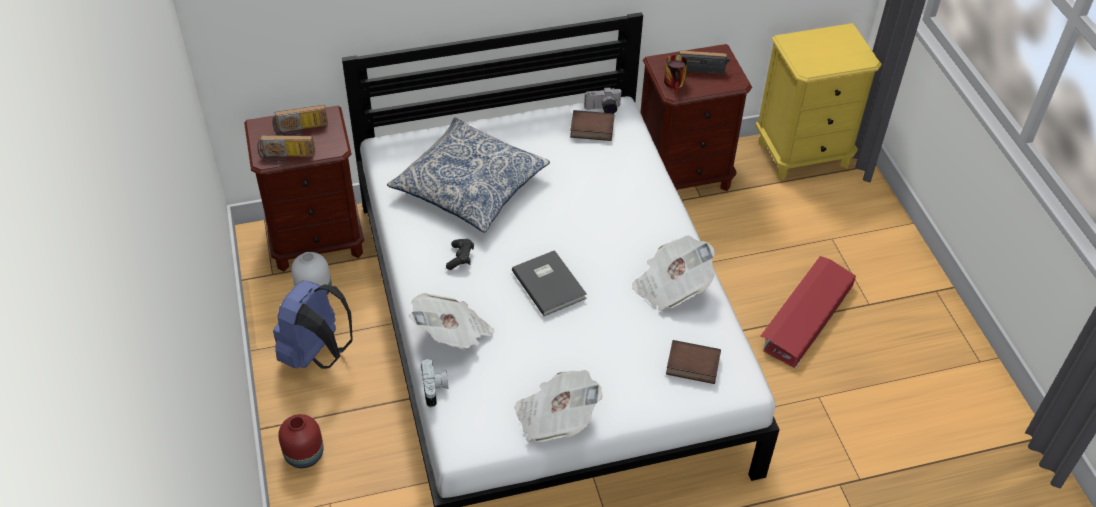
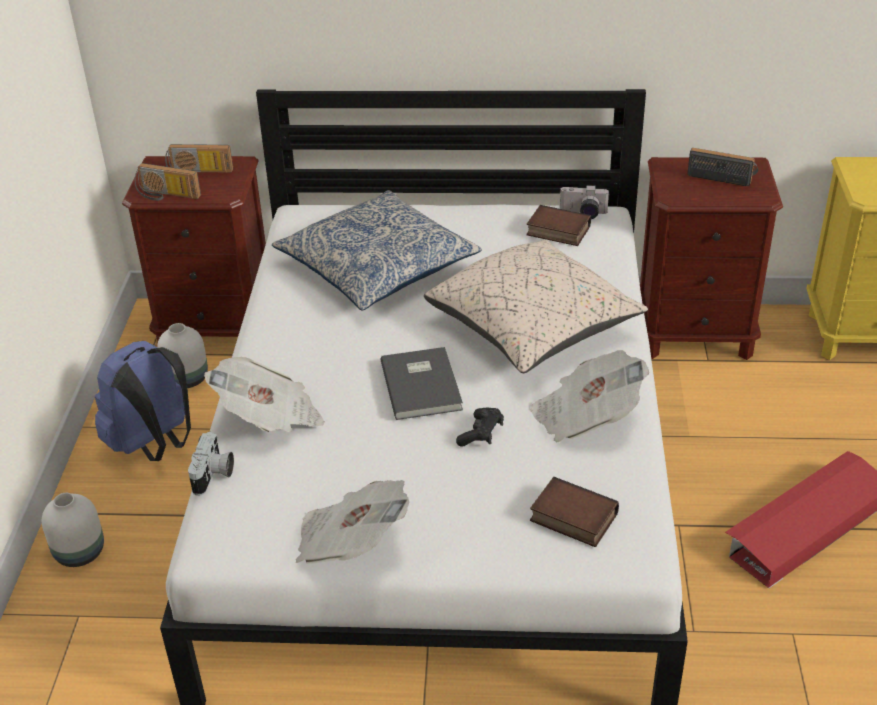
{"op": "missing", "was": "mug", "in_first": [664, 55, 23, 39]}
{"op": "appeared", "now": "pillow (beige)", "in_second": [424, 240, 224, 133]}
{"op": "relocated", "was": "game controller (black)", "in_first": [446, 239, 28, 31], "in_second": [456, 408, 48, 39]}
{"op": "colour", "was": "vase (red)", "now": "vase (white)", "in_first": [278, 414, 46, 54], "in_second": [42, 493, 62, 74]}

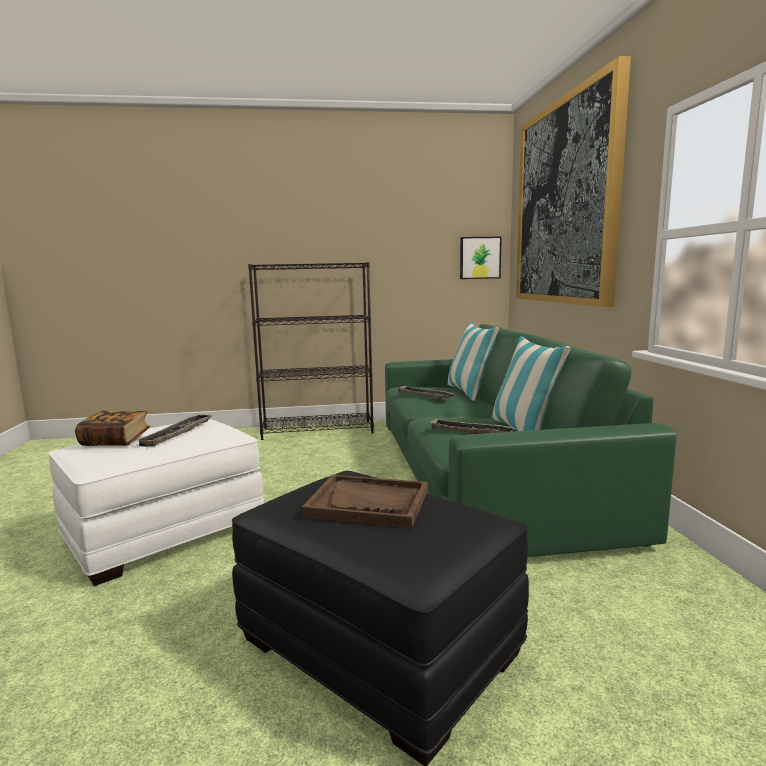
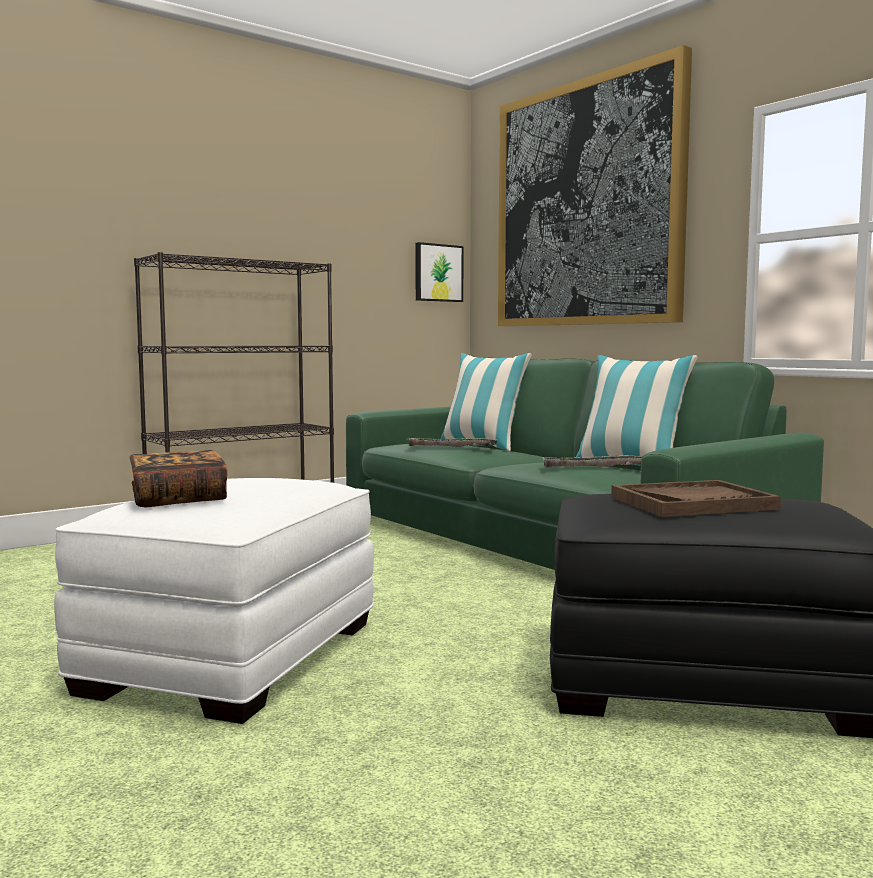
{"op": "missing", "was": "tray", "in_first": [137, 414, 75, 33]}

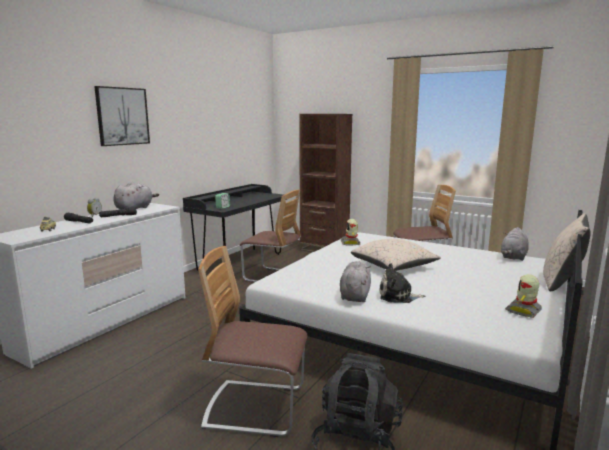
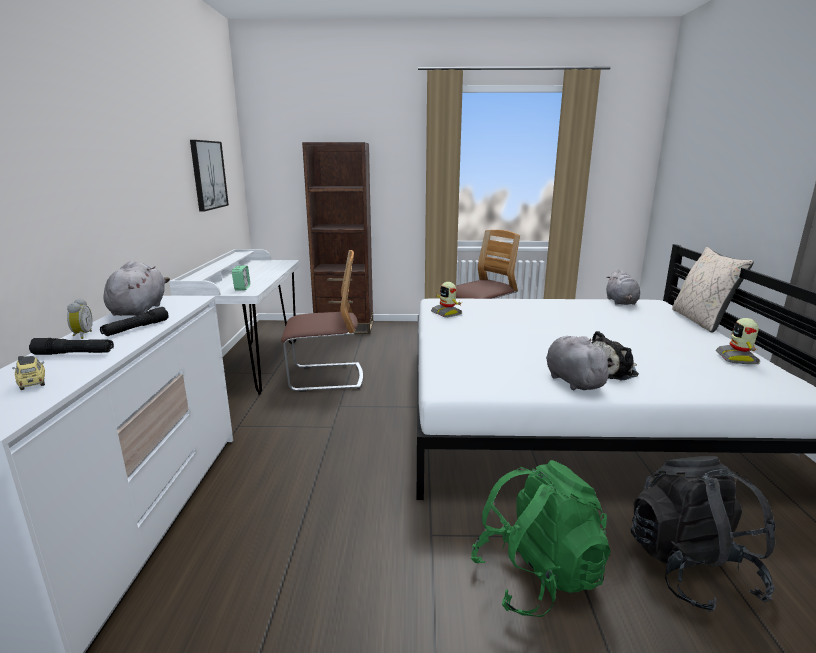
{"op": "missing", "was": "pillow (beige)", "in_first": [351, 239, 90, 32]}
{"op": "relocated", "was": "picture", "in_first": [94, 86, 56, 60], "in_second": [190, 140, 39, 72]}
{"op": "exchanged", "was": "chair", "now": "backpack (green)", "in_first": [198, 246, 109, 191], "in_second": [471, 460, 140, 157]}
{"op": "colour", "was": "desk (black)", "now": "desk (white)", "in_first": [183, 184, 104, 86], "in_second": [169, 249, 130, 146]}

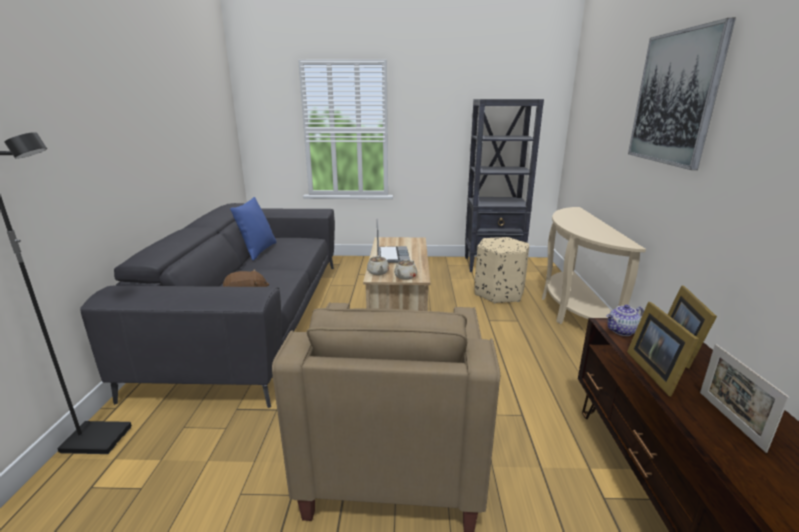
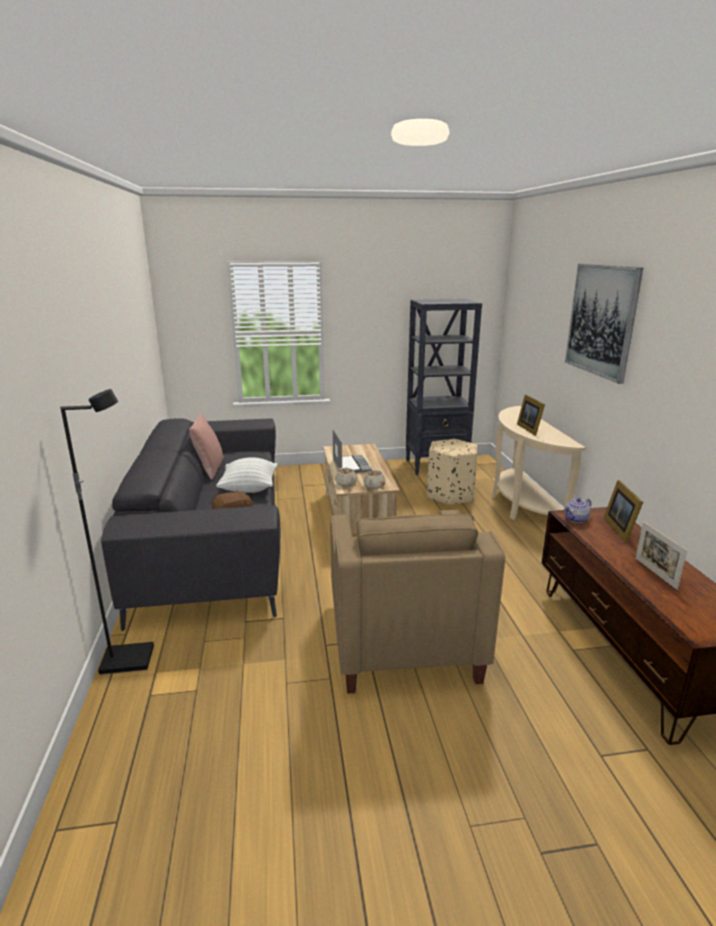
{"op": "appeared", "now": "pillow (white)", "in_second": [216, 457, 62, 36]}
{"op": "relocated", "was": "picture frame", "in_first": [627, 302, 72, 94], "in_second": [517, 395, 28, 41]}
{"op": "colour", "was": "pillow (blue)", "now": "pillow (pink)", "in_first": [230, 197, 46, 64], "in_second": [189, 413, 35, 67]}

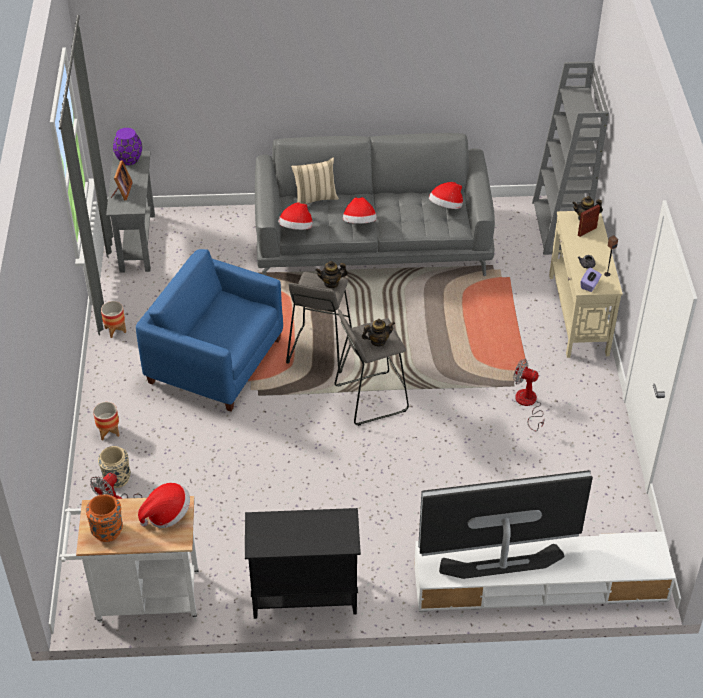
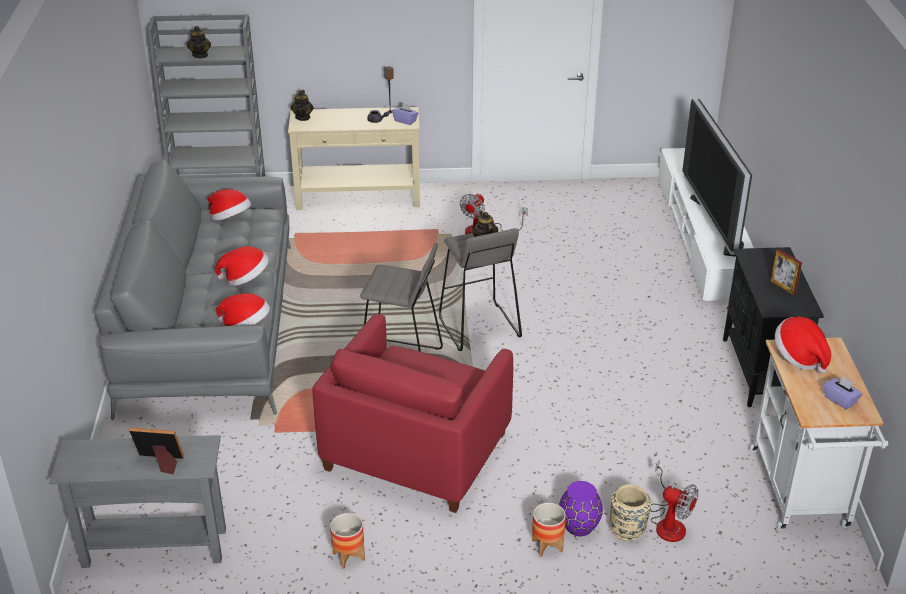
{"op": "missing", "was": "pillow (beige)", "in_first": [291, 157, 48, 47]}
{"op": "relocated", "was": "vase (purple)", "in_first": [113, 128, 29, 37], "in_second": [559, 481, 44, 55]}
{"op": "relocated", "was": "teapot", "in_first": [315, 261, 33, 27], "in_second": [187, 26, 24, 32]}
{"op": "relocated", "was": "picture frame", "in_first": [578, 205, 22, 32], "in_second": [771, 249, 31, 46]}
{"op": "exchanged", "was": "vase (orange)", "now": "tissue box (purple)", "in_first": [86, 494, 37, 48], "in_second": [824, 376, 38, 33]}
{"op": "colour", "was": "armchair (blue)", "now": "armchair (red)", "in_first": [136, 249, 147, 163], "in_second": [312, 314, 201, 199]}

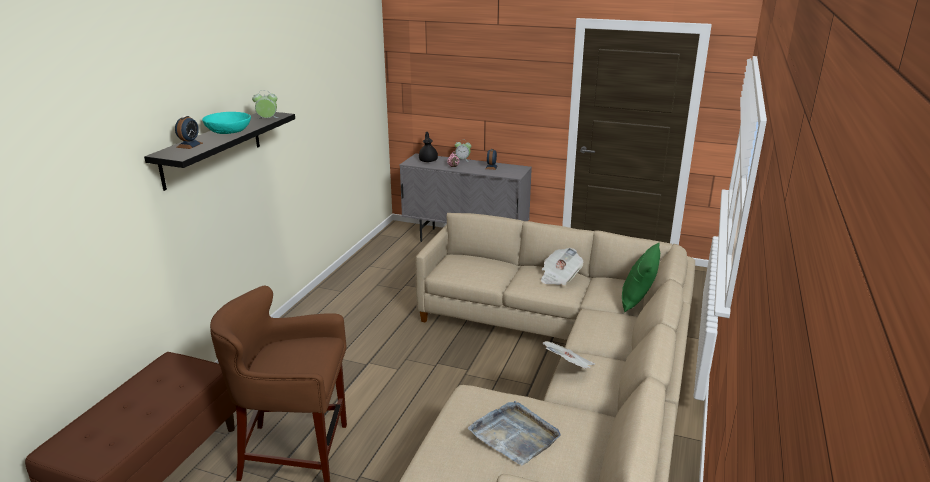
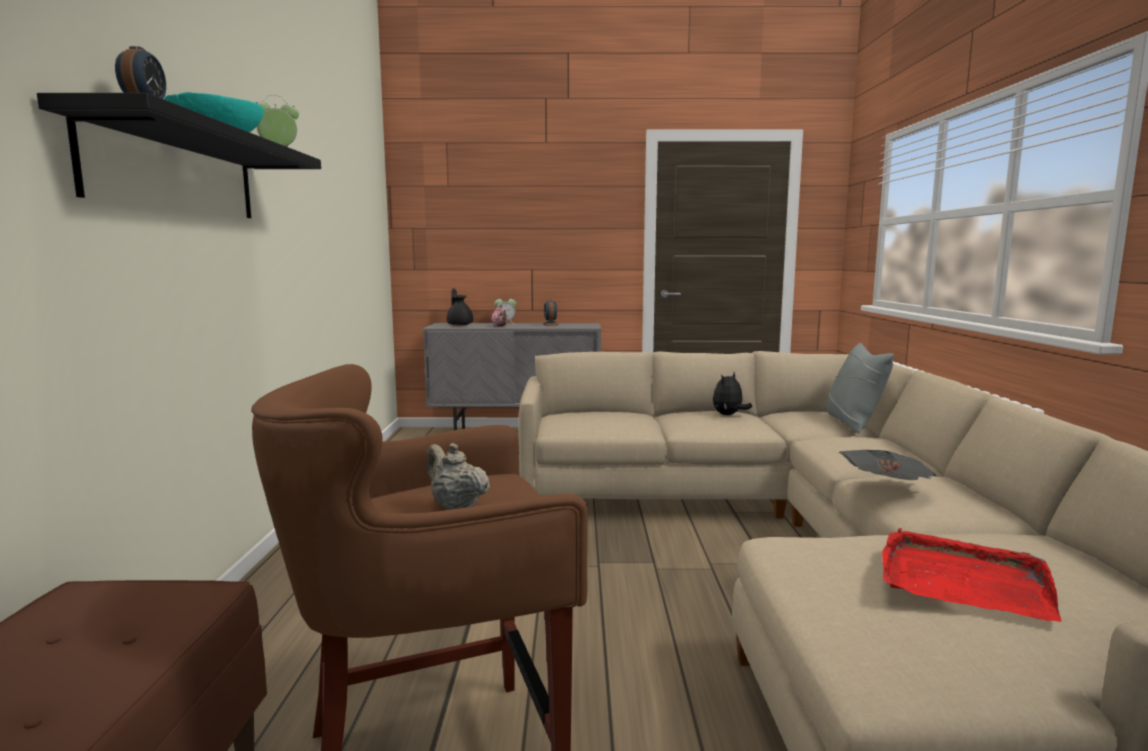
{"op": "appeared", "now": "teapot (beige)", "in_second": [426, 443, 64, 67]}
{"op": "exchanged", "was": "newspaper", "now": "plush toy", "in_first": [541, 248, 42, 37], "in_second": [713, 372, 39, 43]}
{"op": "colour", "was": "tray (grey)", "now": "tray (red)", "in_first": [468, 401, 93, 64], "in_second": [882, 528, 179, 94]}
{"op": "colour", "was": "pillow (green)", "now": "pillow (grey)", "in_first": [622, 243, 38, 69], "in_second": [827, 343, 67, 90]}

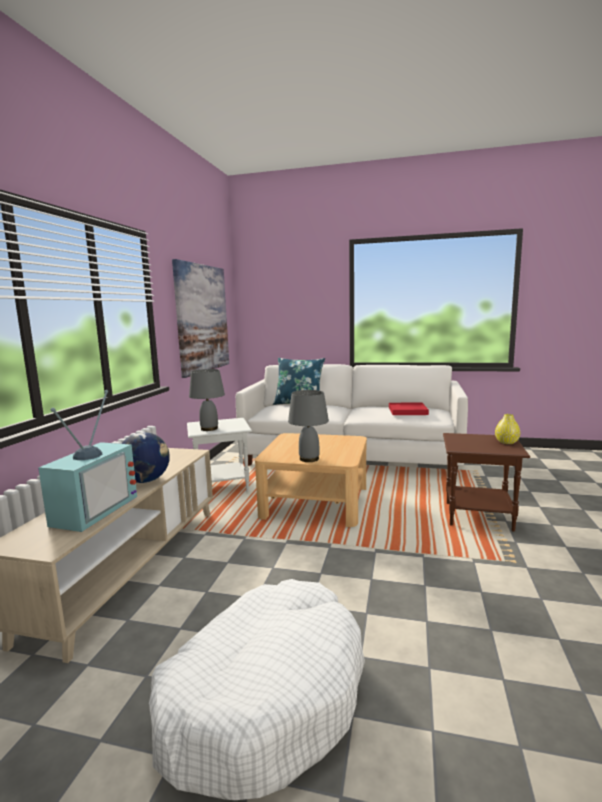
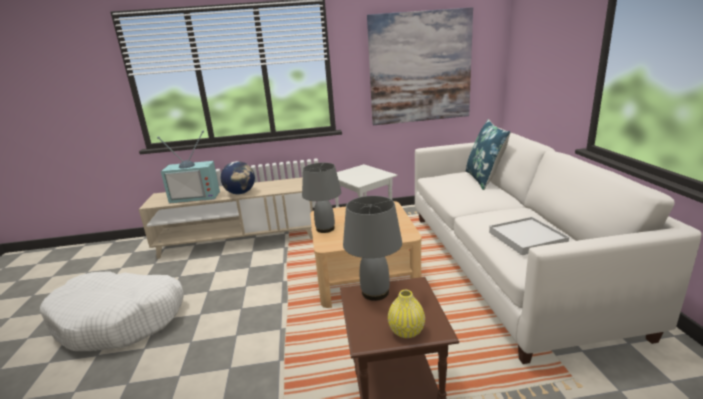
{"op": "relocated", "was": "table lamp (grey)", "in_first": [189, 369, 36, 62], "in_second": [343, 196, 59, 105]}
{"op": "colour", "was": "tray (red)", "now": "tray (white)", "in_first": [389, 402, 40, 13], "in_second": [489, 217, 80, 38]}

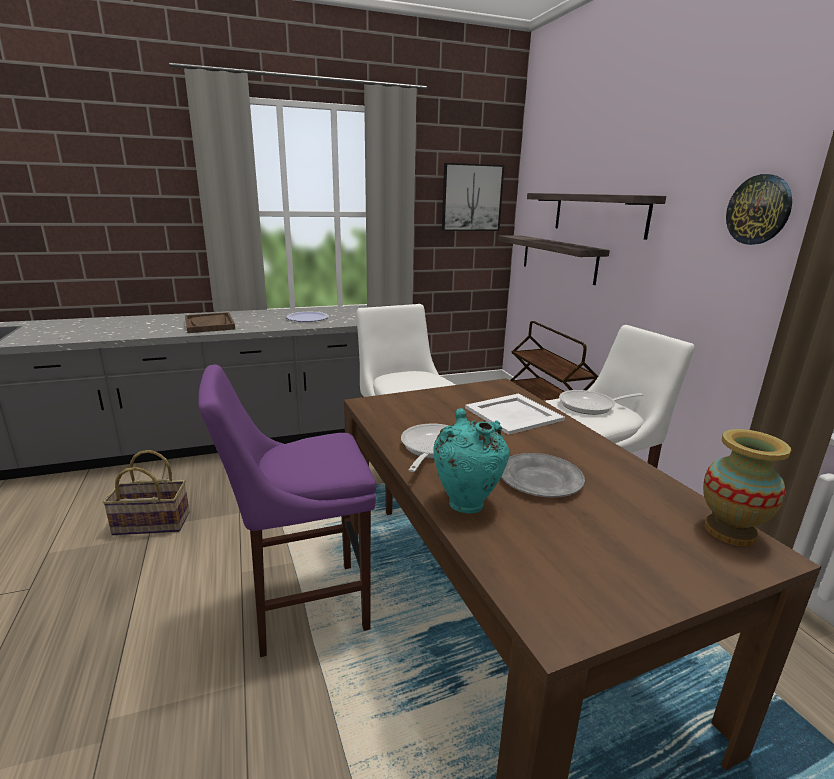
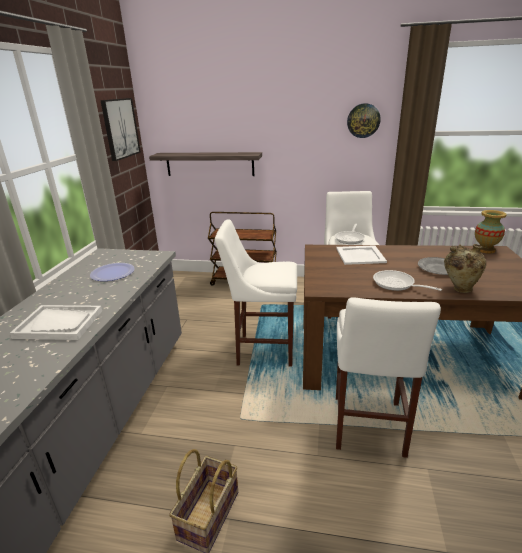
{"op": "missing", "was": "shelf", "in_first": [527, 193, 139, 47]}
{"op": "colour", "was": "tray (brown)", "now": "tray (white)", "in_first": [185, 312, 50, 21], "in_second": [10, 305, 92, 35]}
{"op": "colour", "was": "stool (purple)", "now": "stool (white)", "in_first": [198, 364, 178, 293], "in_second": [336, 297, 105, 161]}
{"op": "colour", "was": "vase (turquoise)", "now": "vase (beige)", "in_first": [434, 408, 75, 106], "in_second": [444, 244, 42, 49]}

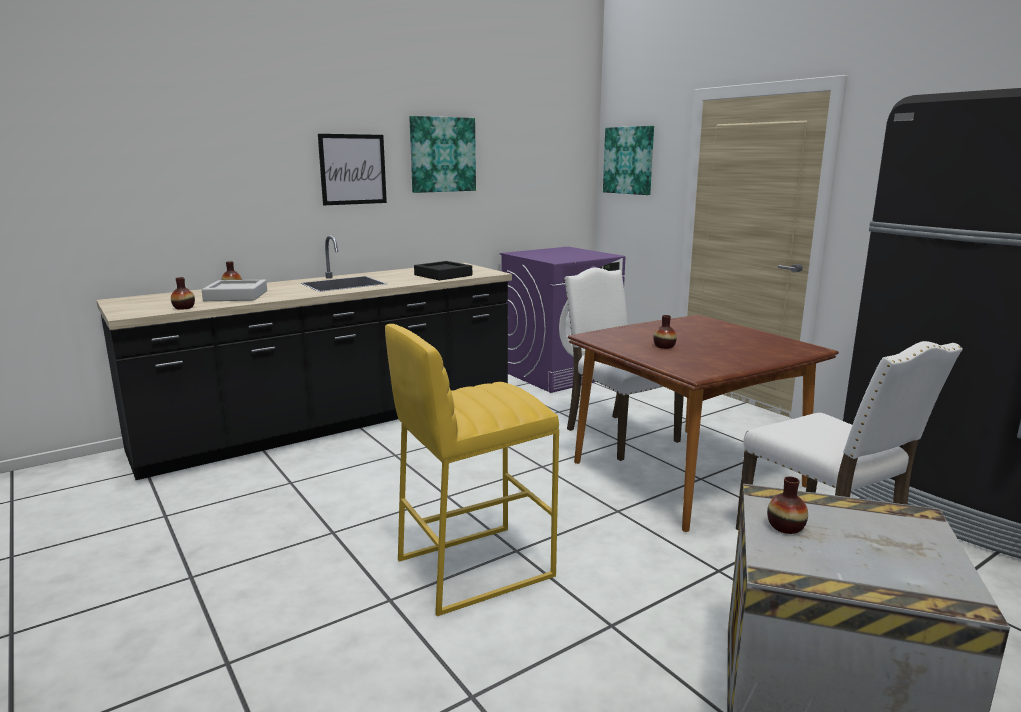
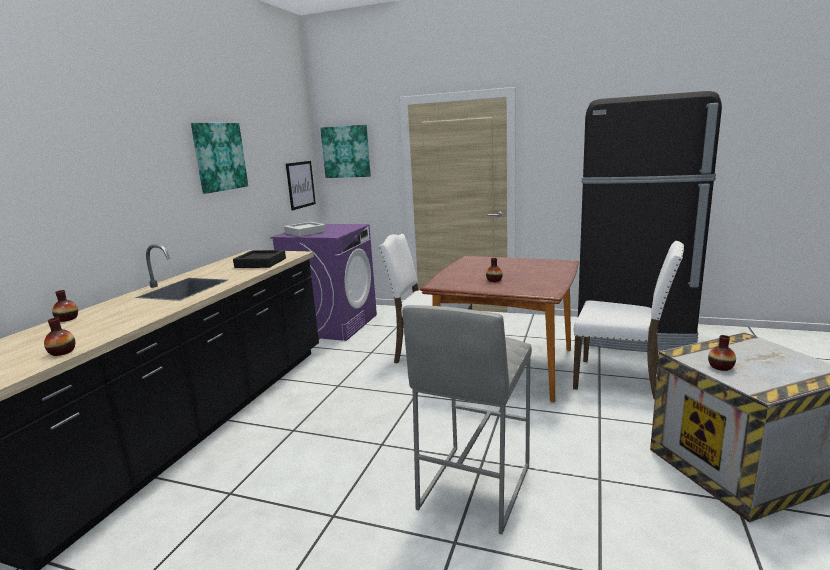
{"op": "relocated", "was": "tray (grey)", "in_first": [202, 280, 65, 21], "in_second": [284, 222, 42, 15]}
{"op": "relocated", "was": "picture", "in_first": [318, 134, 69, 71], "in_second": [286, 161, 30, 49]}
{"op": "colour", "was": "stool (yellow)", "now": "stool (grey)", "in_first": [385, 324, 174, 292], "in_second": [403, 305, 129, 229]}

